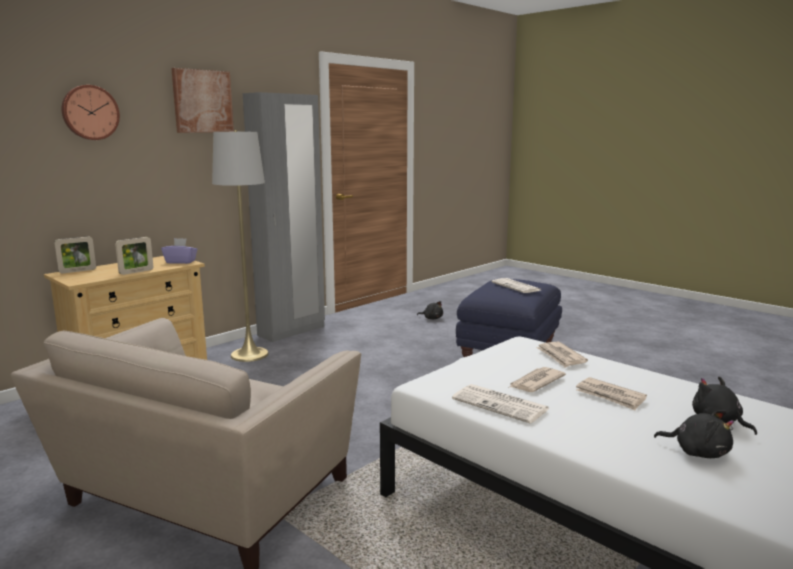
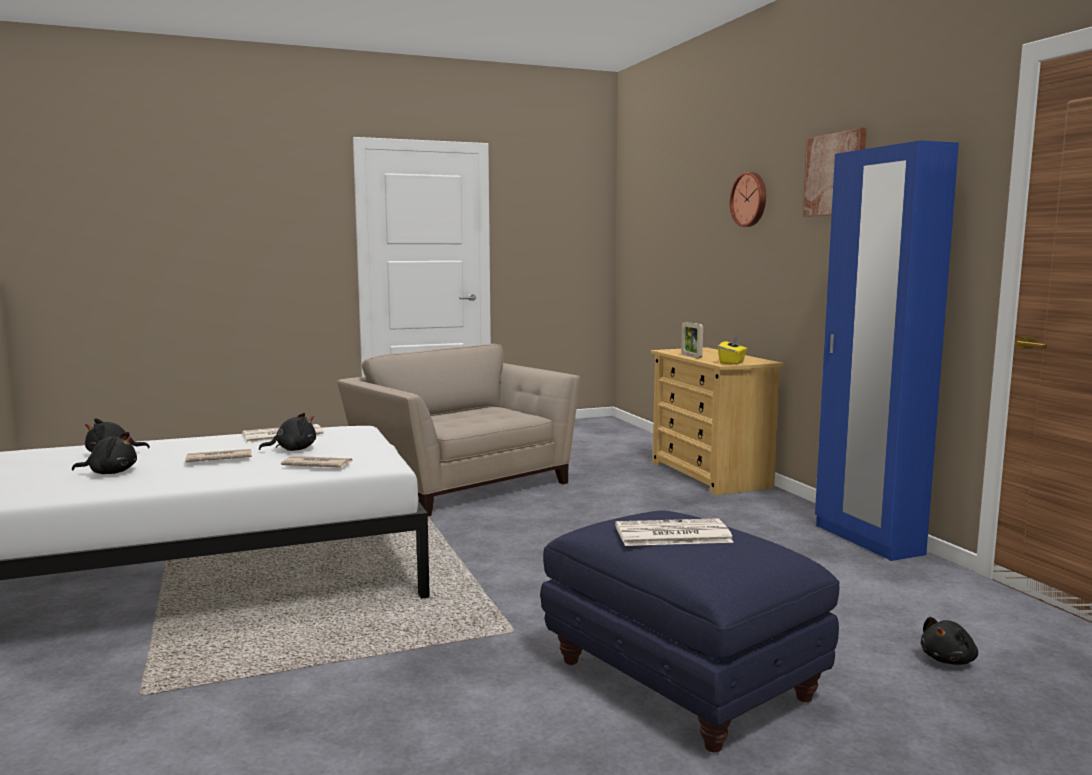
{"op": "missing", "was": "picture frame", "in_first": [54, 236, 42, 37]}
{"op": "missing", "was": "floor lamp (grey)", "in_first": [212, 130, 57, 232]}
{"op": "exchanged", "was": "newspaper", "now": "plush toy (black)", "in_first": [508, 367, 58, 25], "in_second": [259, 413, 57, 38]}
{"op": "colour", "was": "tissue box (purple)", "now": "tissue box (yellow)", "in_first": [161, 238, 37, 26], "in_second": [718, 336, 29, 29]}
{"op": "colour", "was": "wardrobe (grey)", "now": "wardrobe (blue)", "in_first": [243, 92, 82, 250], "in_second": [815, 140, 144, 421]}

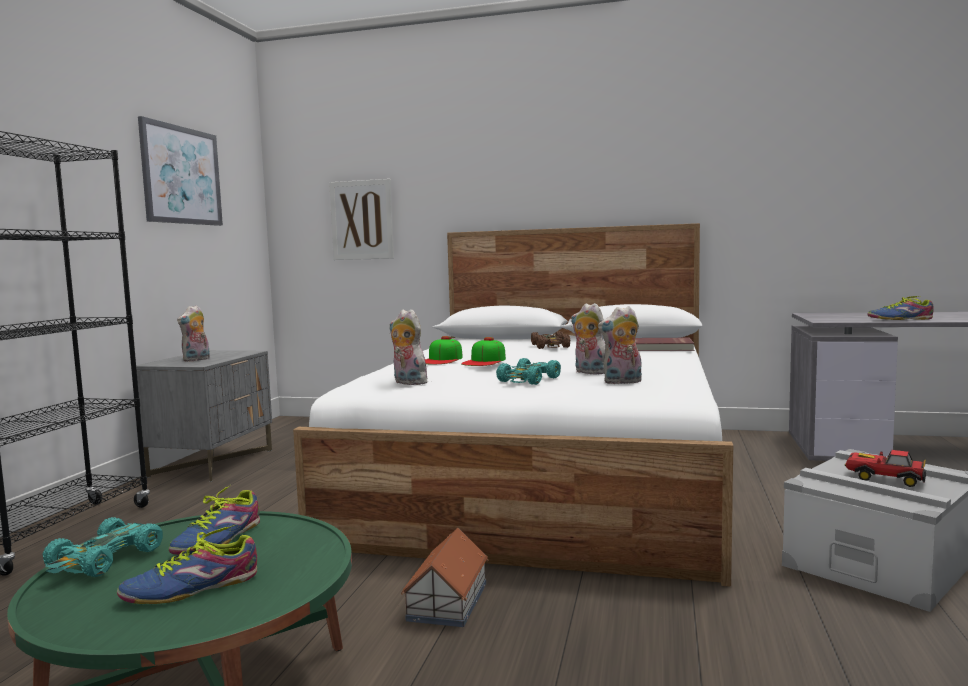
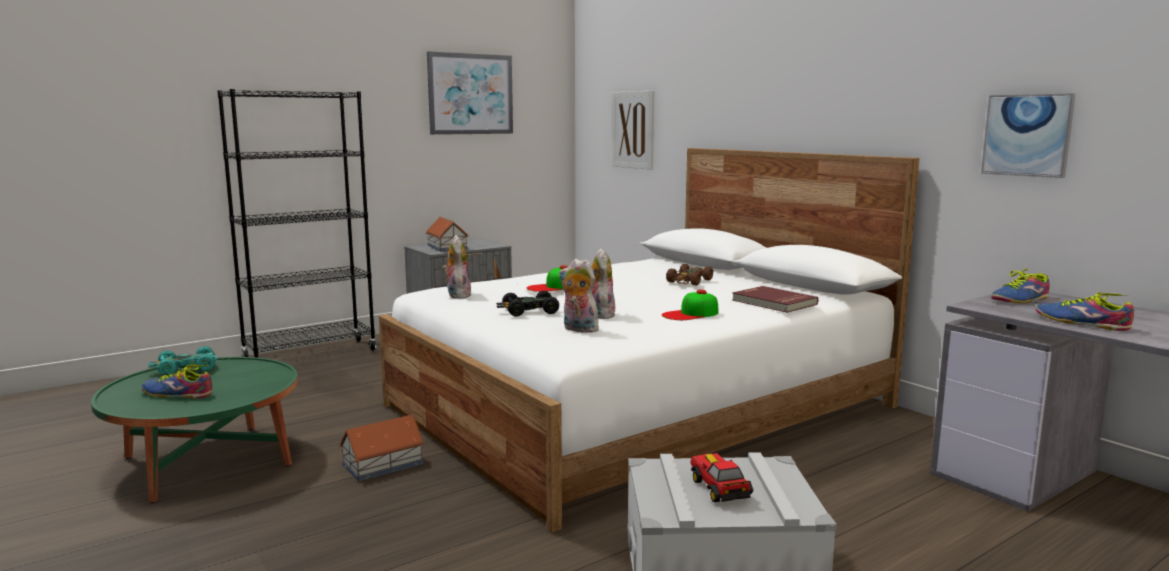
{"op": "appeared", "now": "picture", "in_second": [981, 93, 95, 85]}
{"op": "relocated", "was": "shoe", "in_first": [169, 485, 91, 70], "in_second": [991, 268, 58, 35]}
{"op": "relocated", "was": "cap", "in_first": [425, 336, 38, 28], "in_second": [662, 289, 57, 31]}
{"op": "exchanged", "was": "plush toy", "now": "toy house", "in_first": [177, 305, 33, 57], "in_second": [426, 217, 43, 35]}
{"op": "colour", "was": "toy car (turquoise)", "now": "toy car (black)", "in_first": [496, 358, 65, 27], "in_second": [496, 291, 63, 25]}

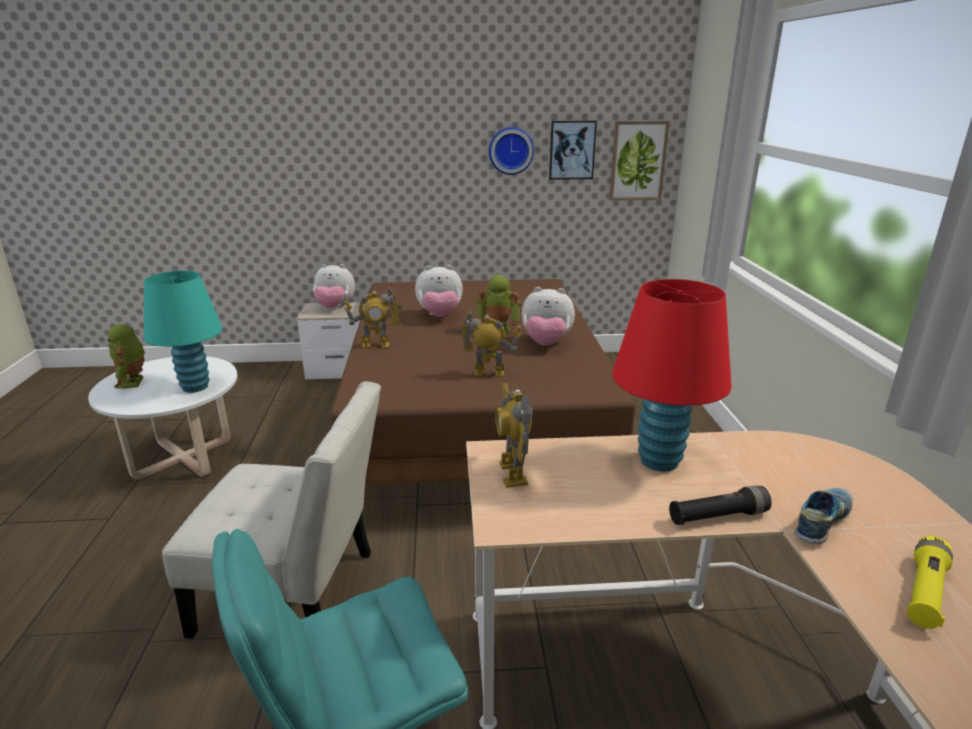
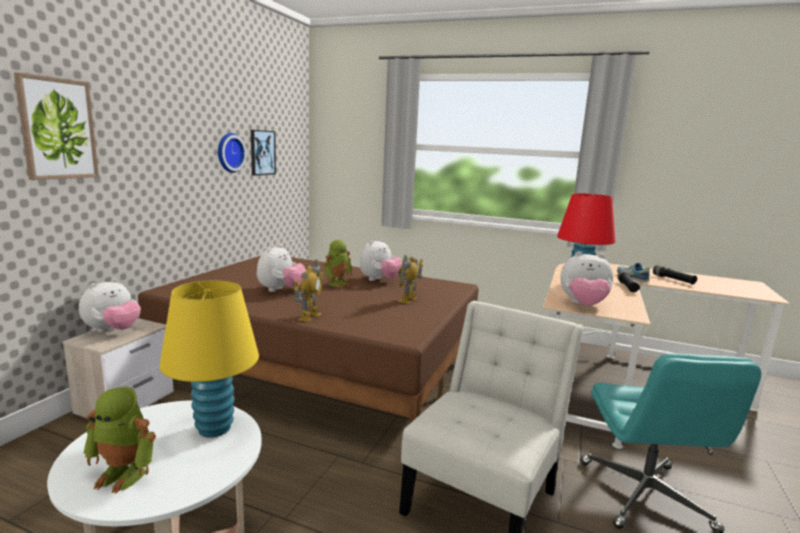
{"op": "relocated", "was": "picture", "in_first": [609, 121, 61, 79], "in_second": [14, 73, 85, 107]}
{"op": "exchanged", "was": "toy robot", "now": "plush toy", "in_first": [495, 383, 38, 105], "in_second": [560, 251, 53, 55]}
{"op": "colour", "was": "table lamp (turquoise)", "now": "table lamp (yellow)", "in_first": [144, 271, 78, 122], "in_second": [160, 281, 99, 157]}
{"op": "colour", "was": "flashlight (yellow)", "now": "flashlight (black)", "in_first": [907, 536, 46, 93], "in_second": [653, 265, 44, 20]}

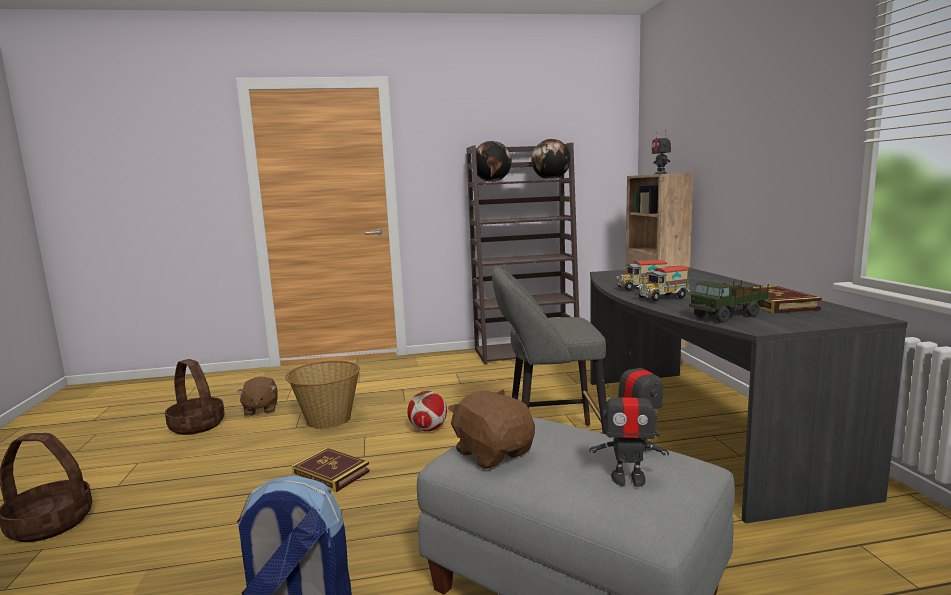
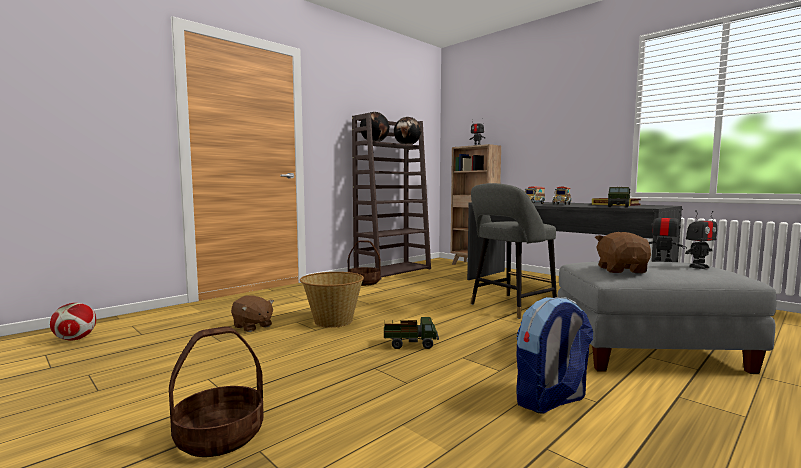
{"op": "relocated", "was": "basket", "in_first": [165, 359, 59, 76], "in_second": [348, 241, 33, 45]}
{"op": "relocated", "was": "football", "in_first": [407, 391, 40, 40], "in_second": [50, 303, 46, 38]}
{"op": "exchanged", "was": "book", "now": "toy truck", "in_first": [292, 448, 78, 44], "in_second": [384, 317, 55, 32]}
{"op": "spun", "was": "plush toy (brown)", "in_first": [448, 389, 87, 80], "in_second": [595, 232, 56, 41], "clockwise": 75}

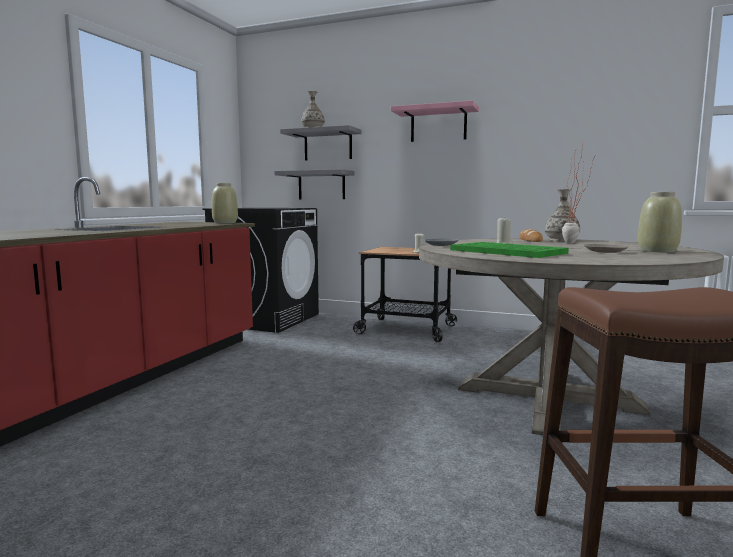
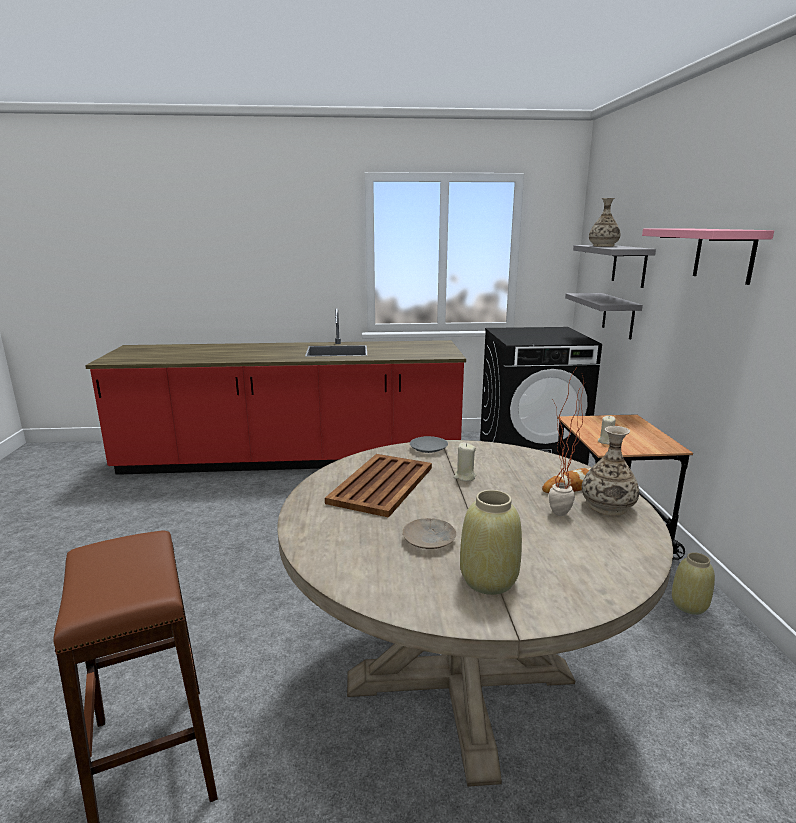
{"op": "relocated", "was": "vase (beige)", "in_first": [212, 183, 26, 41], "in_second": [672, 552, 43, 63]}
{"op": "colour", "was": "tray (green)", "now": "tray (brown)", "in_first": [450, 242, 118, 16], "in_second": [325, 454, 107, 64]}

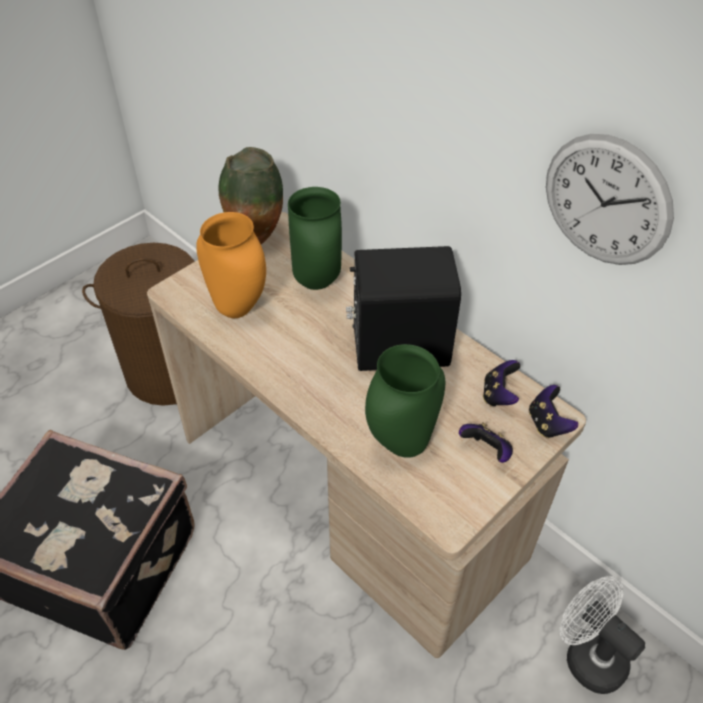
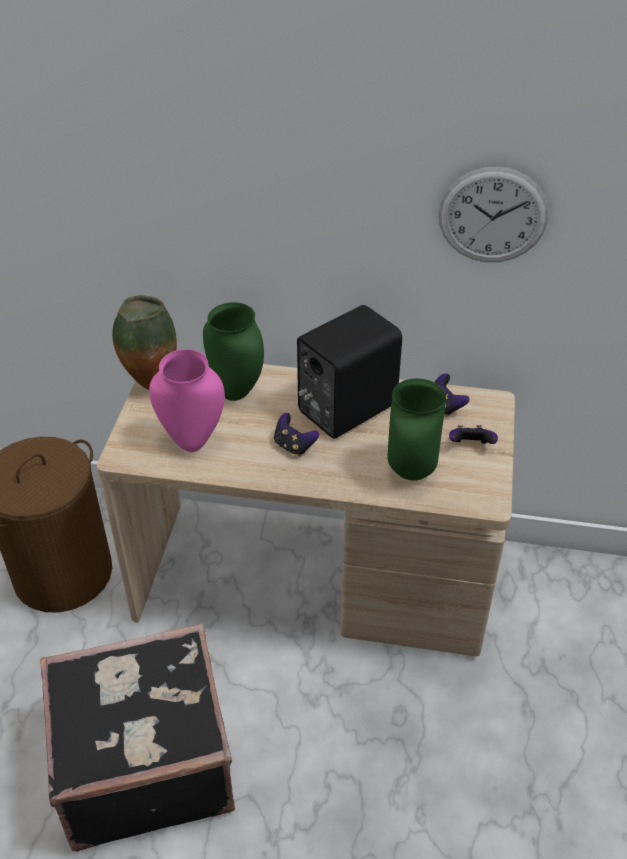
{"op": "missing", "was": "fan (white)", "in_first": [560, 576, 85, 118]}
{"op": "relocated", "was": "game controller", "in_first": [529, 385, 49, 53], "in_second": [274, 413, 45, 43]}
{"op": "colour", "was": "vase (orange)", "now": "vase (pink)", "in_first": [196, 212, 70, 106], "in_second": [149, 349, 76, 103]}

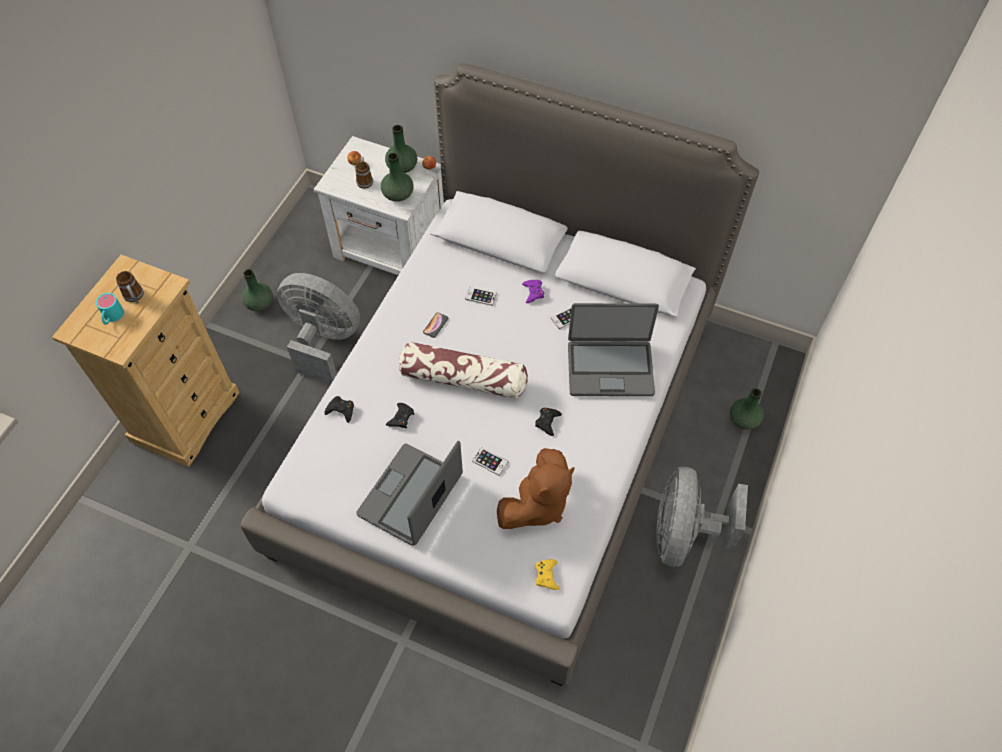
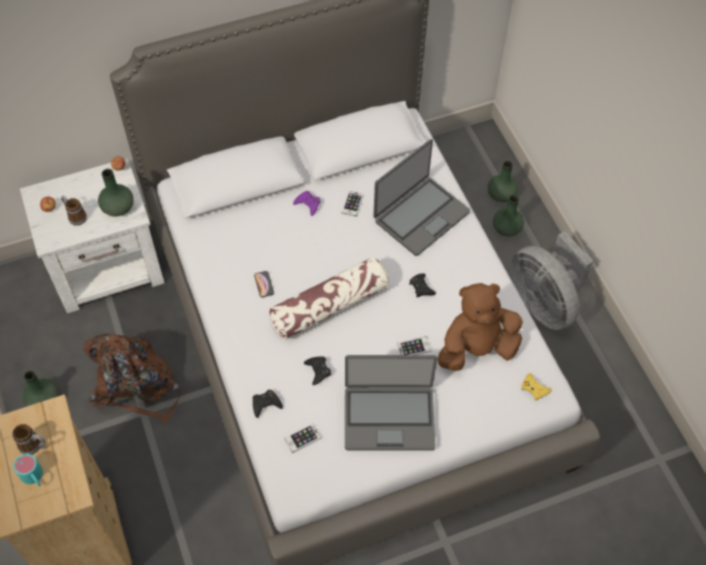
{"op": "relocated", "was": "vase (green)", "in_first": [385, 125, 32, 48], "in_second": [493, 195, 31, 42]}
{"op": "relocated", "was": "phone", "in_first": [465, 287, 32, 19], "in_second": [284, 423, 37, 30]}
{"op": "exchanged", "was": "fan (grey)", "now": "backpack (brown)", "in_first": [277, 273, 83, 111], "in_second": [83, 334, 97, 91]}
{"op": "spun", "was": "laptop", "in_first": [356, 441, 107, 105], "in_second": [345, 355, 93, 96], "clockwise": -75}
{"op": "spun", "was": "plush toy (brown)", "in_first": [497, 448, 77, 81], "in_second": [437, 283, 86, 88], "clockwise": -105}

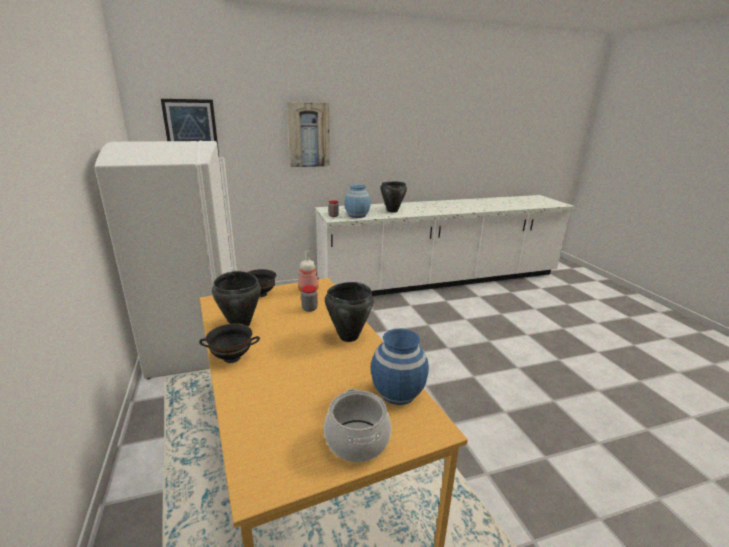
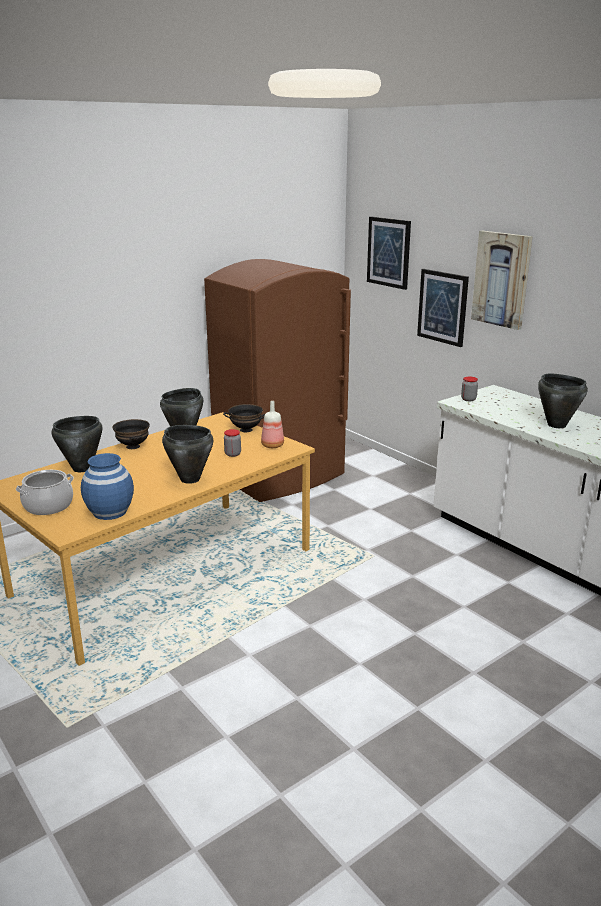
{"op": "missing", "was": "vase (blue)", "in_first": [344, 184, 27, 34]}
{"op": "appeared", "now": "cooking pot (black)", "in_second": [52, 416, 50, 56]}
{"op": "appeared", "now": "picture", "in_second": [417, 269, 52, 78]}
{"op": "colour", "was": "fridge (white)", "now": "fridge (brown)", "in_first": [94, 141, 143, 238], "in_second": [204, 259, 147, 243]}

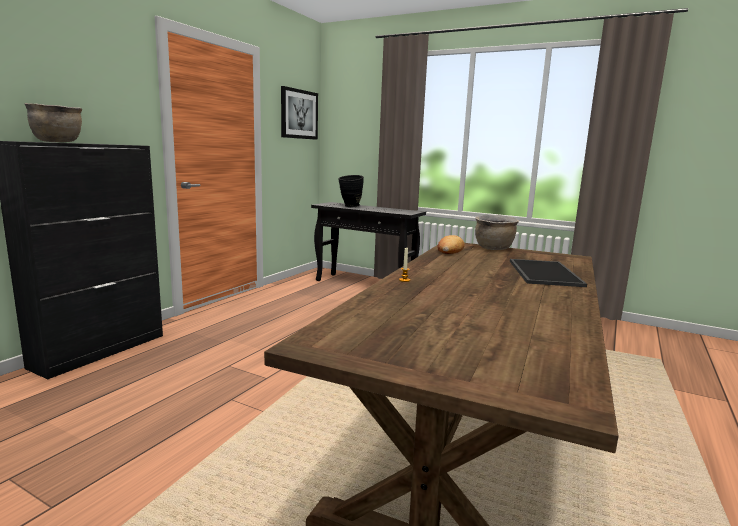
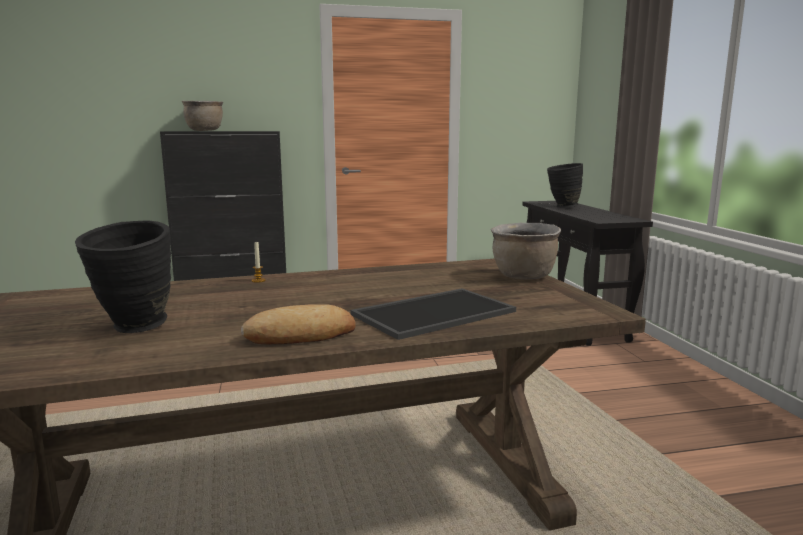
{"op": "missing", "was": "picture", "in_first": [281, 86, 37, 54]}
{"op": "appeared", "now": "vase (black)", "in_second": [75, 220, 96, 113]}
{"op": "relocated", "was": "bread", "in_first": [437, 235, 28, 19], "in_second": [241, 304, 115, 40]}

